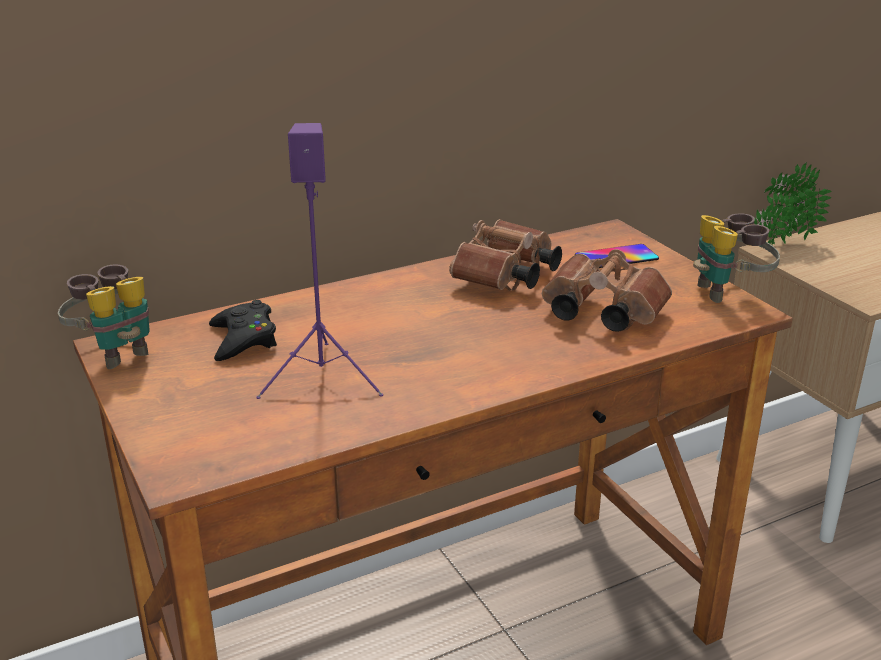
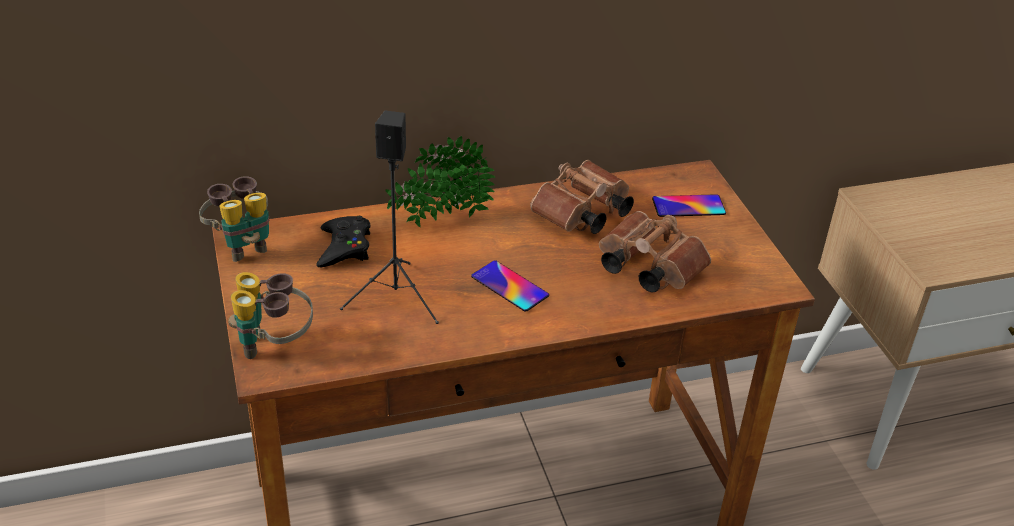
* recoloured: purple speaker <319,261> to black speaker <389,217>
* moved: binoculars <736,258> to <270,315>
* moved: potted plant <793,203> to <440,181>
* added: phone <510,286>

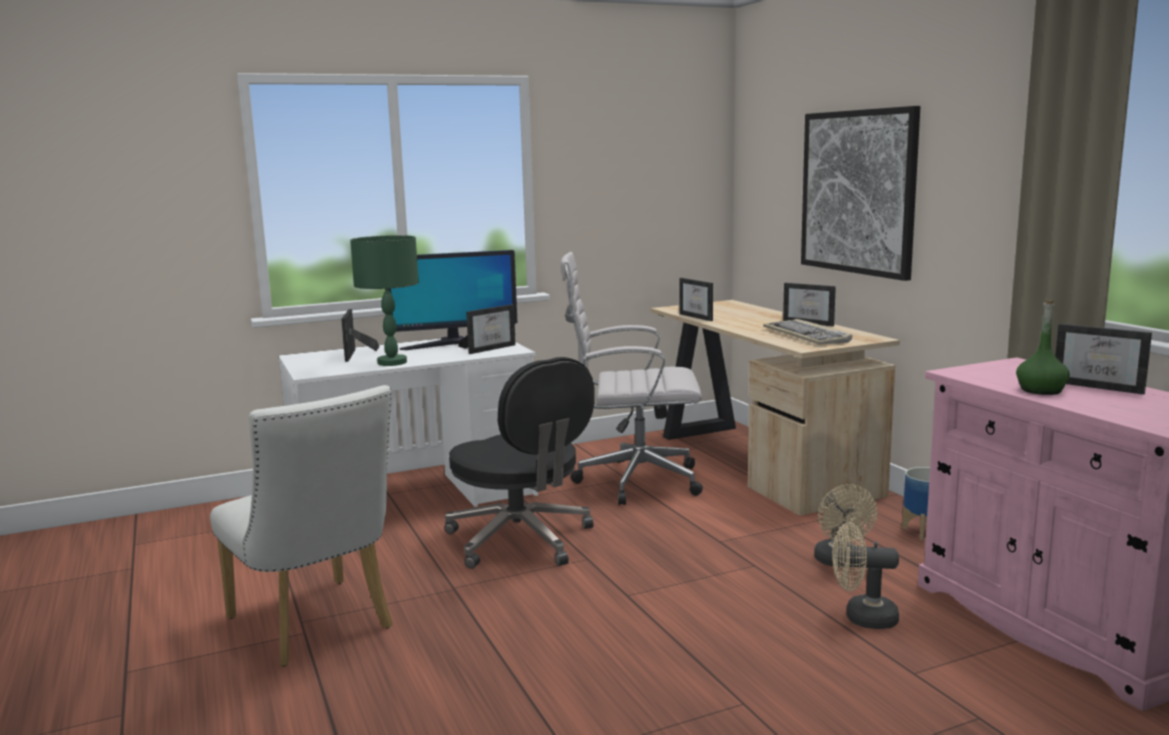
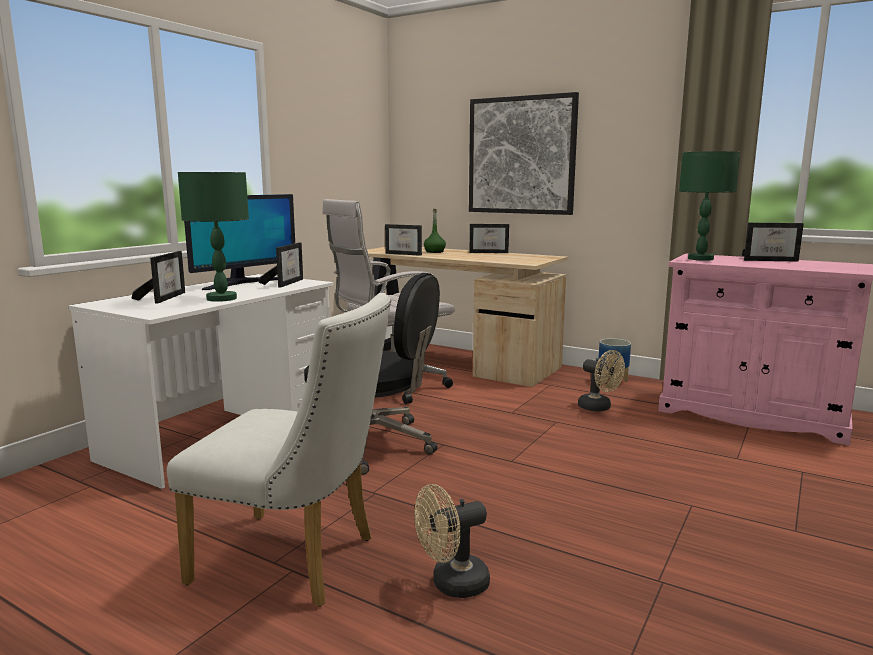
* turned: picture frame <360,335> = <158,277> 135 degrees counterclockwise
* removed: keyboard <807,331>
* moved: beige fan <865,575> to <452,541>
* moved: green bottle <1043,347> to <435,231>
* added: green table lamp <709,206>

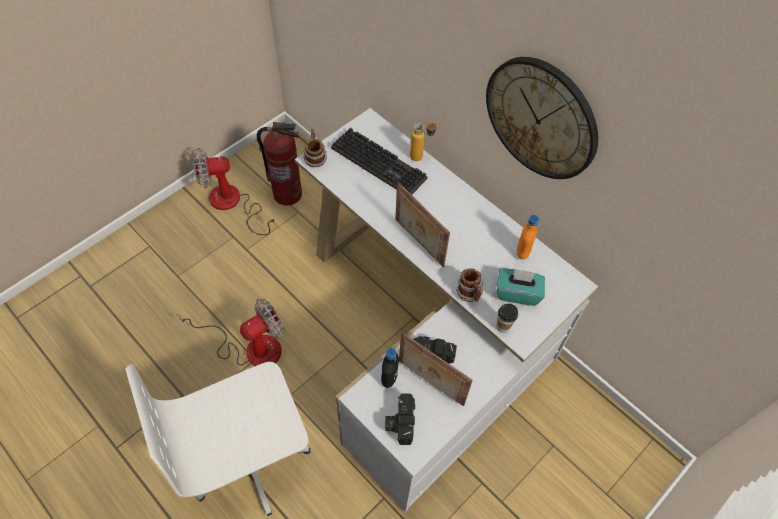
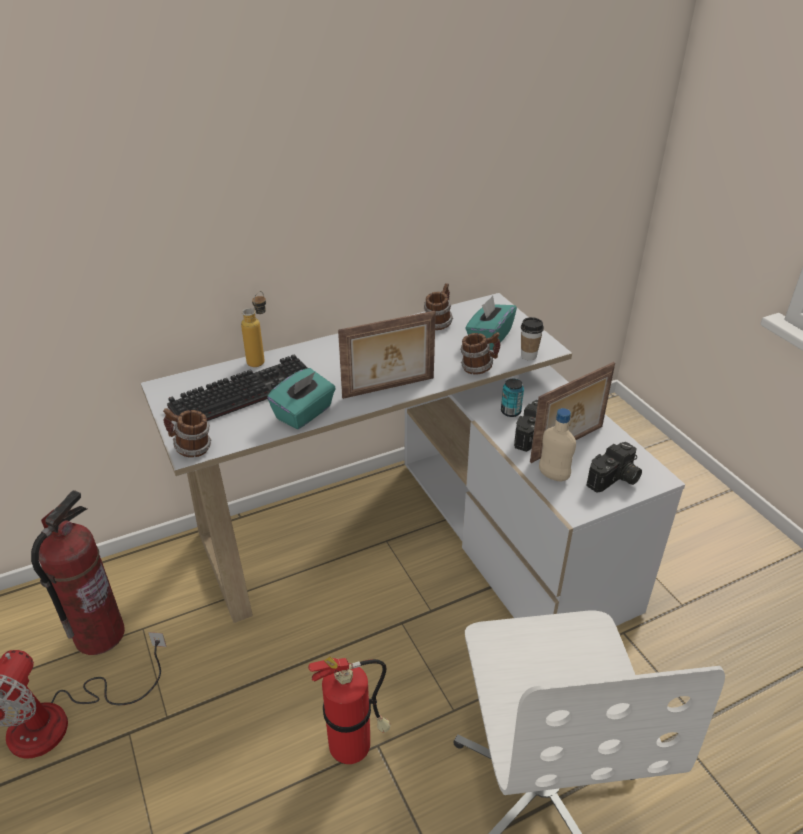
* replaced: fan <231,332> to fire extinguisher <349,710>
* recoloured: black bottle <390,368> to beige bottle <557,445>
* turned: photo camera <400,419> = <614,467> 60 degrees counterclockwise
* removed: wall clock <542,118>
* replaced: orange bottle <528,237> to mug <438,306>
* added: turquoise tissue box <301,398>
* added: can <512,398>

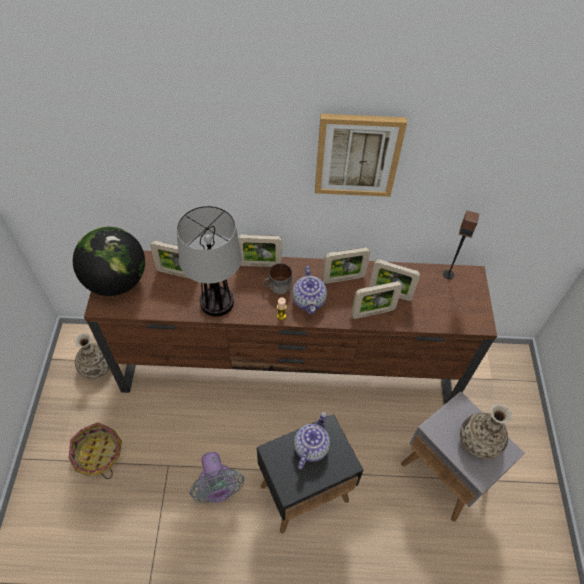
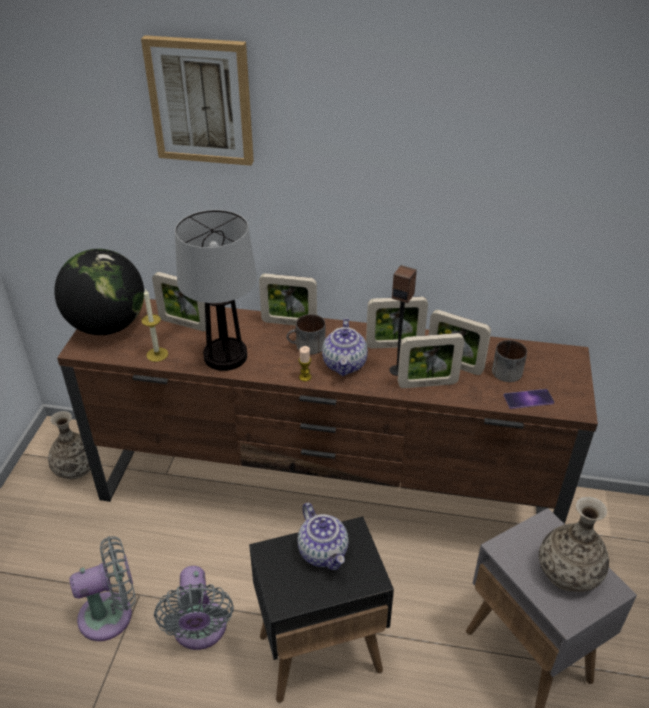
* removed: basket <95,450>
* turned: teapot <312,441> = <323,536> 120 degrees clockwise
* moved: picture <361,155> to <197,100>
* moved: speaker <461,244> to <403,320>
* added: grey fan <102,588>
* added: candle <154,325>
* added: mug <509,361>
* added: phone <528,399>

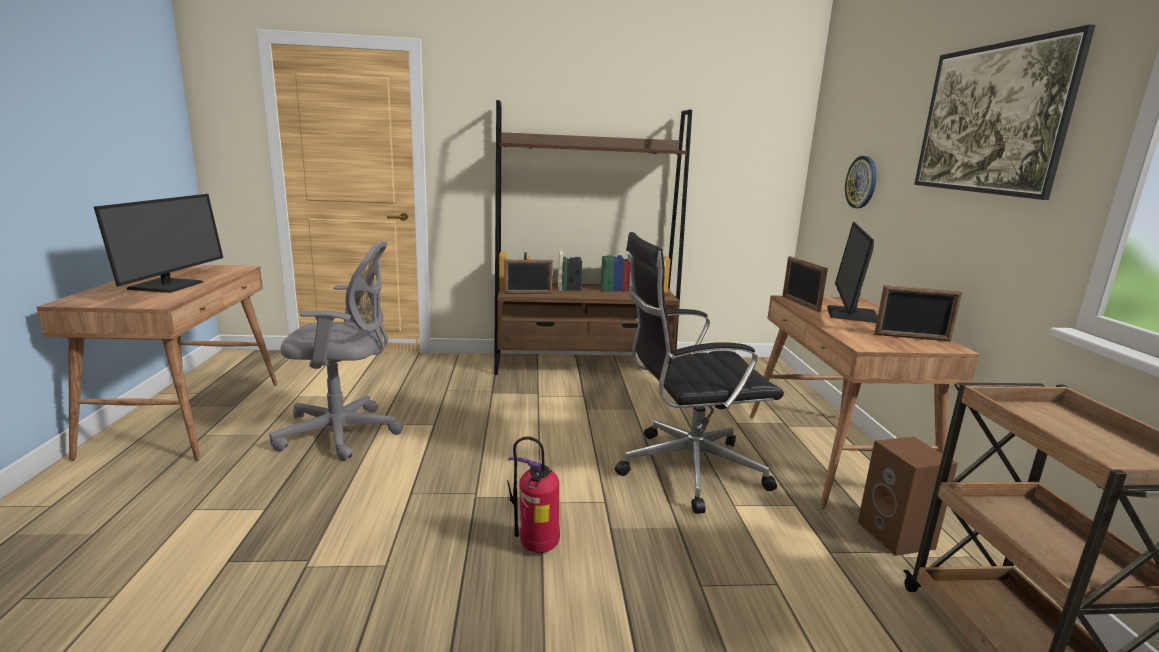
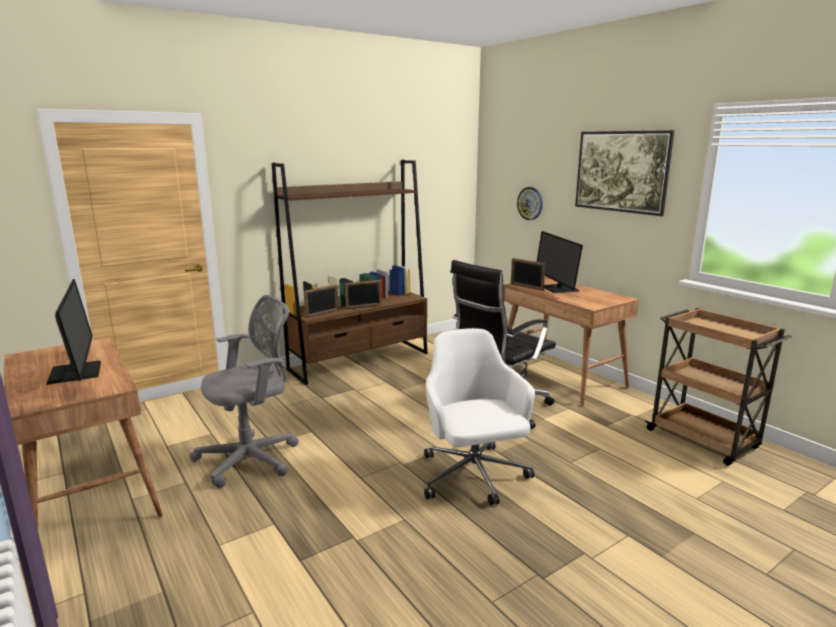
* replaced: fire extinguisher <533,494> to white office chair <479,416>
* removed: brown speaker <908,496>
* moved: picture frame <918,313> to <363,294>

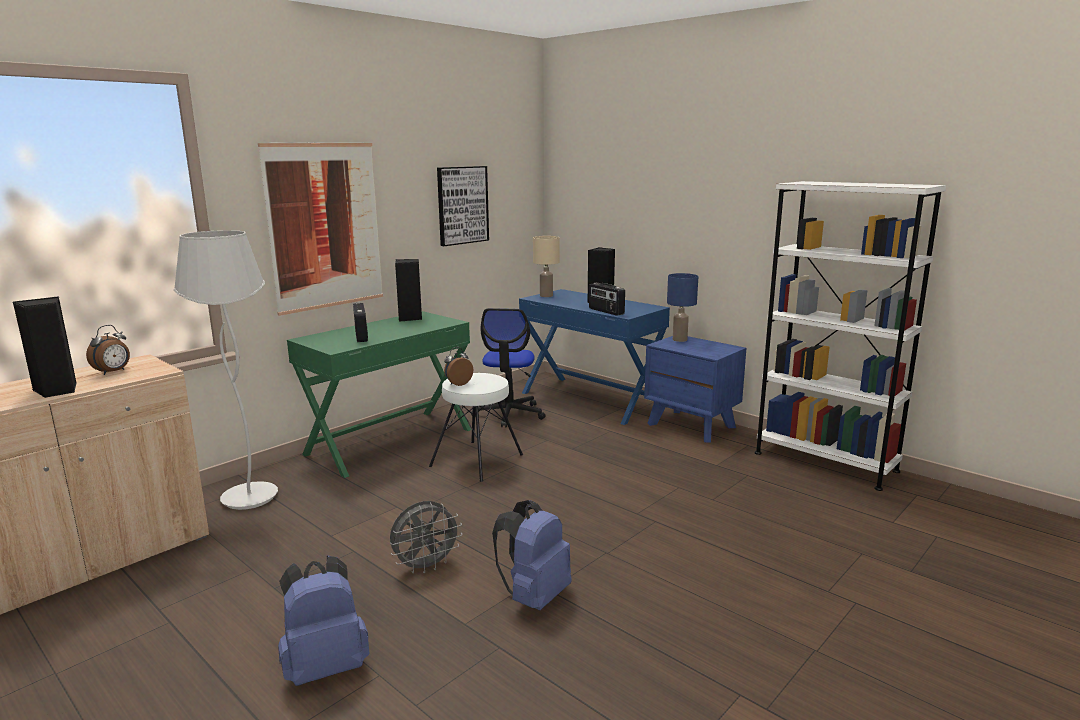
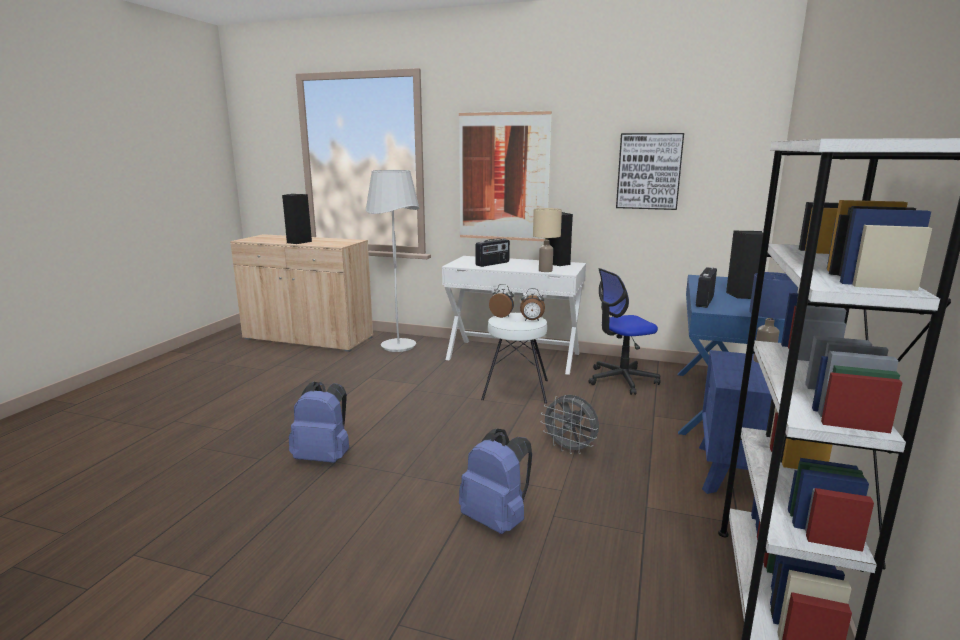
* moved: alarm clock <108,350> to <532,304>
* moved: blue backpack <324,620> to <495,481>
* recoloured: green desk <379,394> to white desk <514,315>
* moved: grey fan <426,537> to <570,424>
* moved: beige table lamp <546,266> to <547,240>

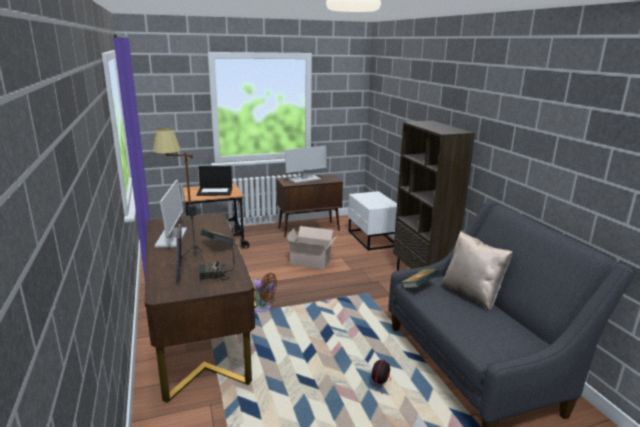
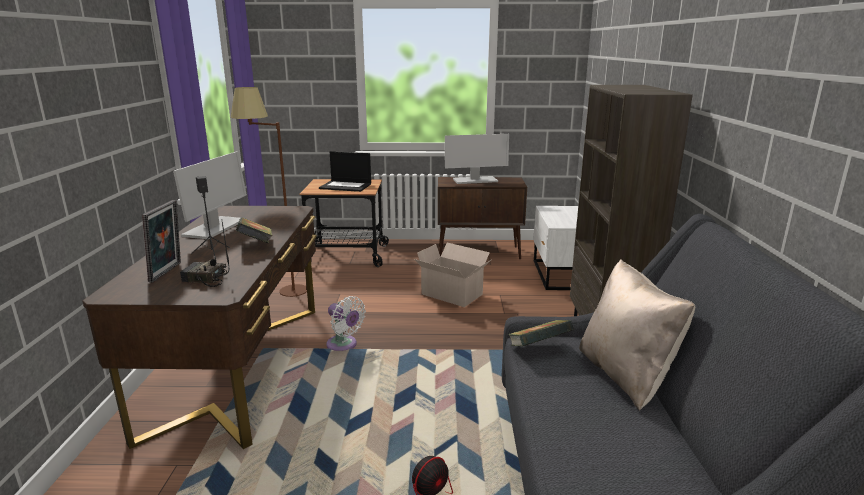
* recoloured: brown fan <265,292> to white fan <346,323>

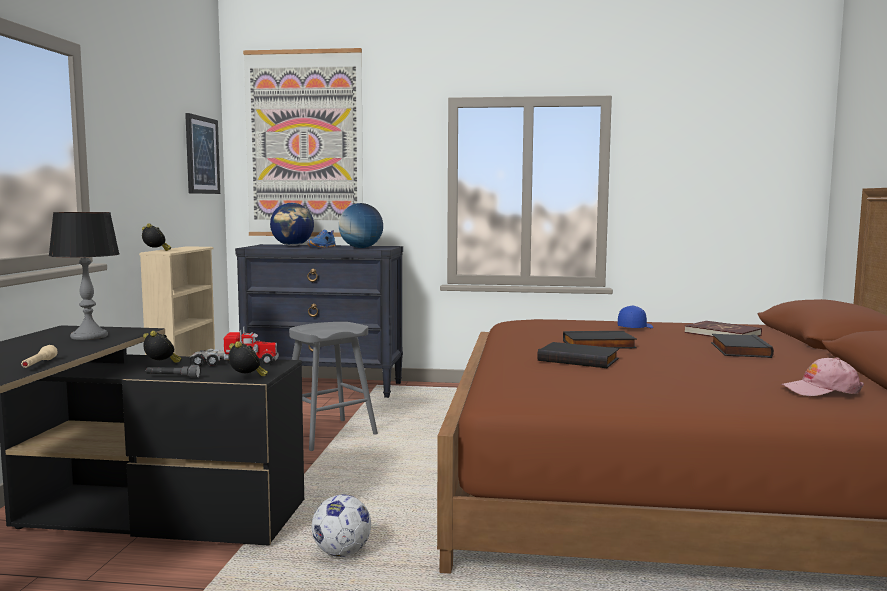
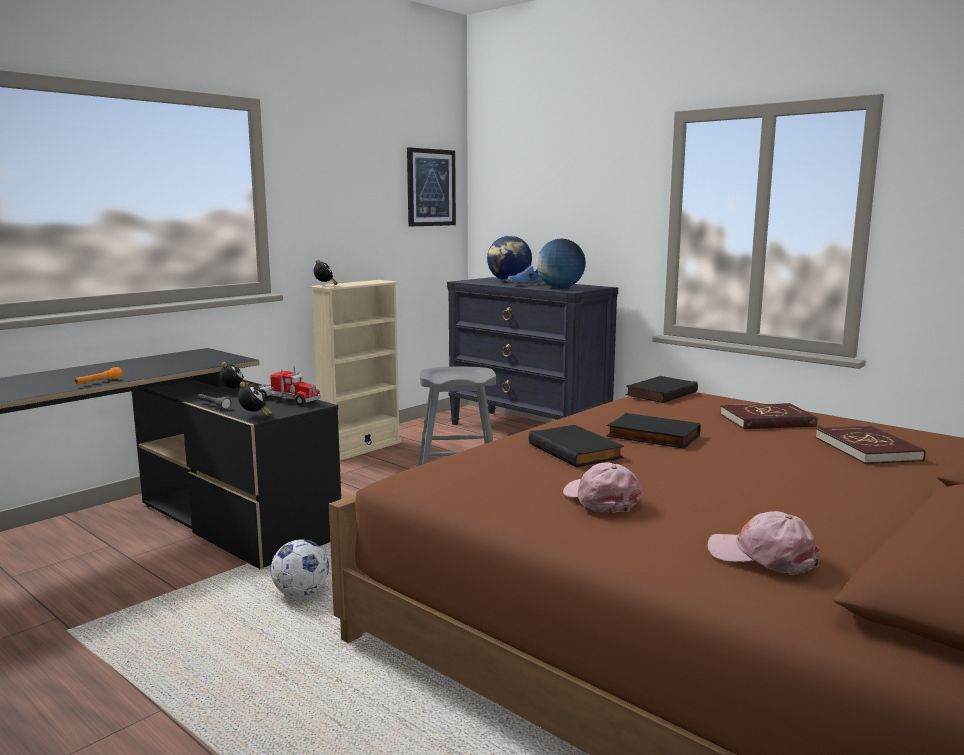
* recoloured: beige flashlight <39,356> to orange flashlight <98,375>
* removed: table lamp <84,276>
* removed: picture <303,142>
* replaced: blue cap <635,316> to red book <768,416>
* moved: black book <742,346> to <661,389>
* added: pink cap <603,487>

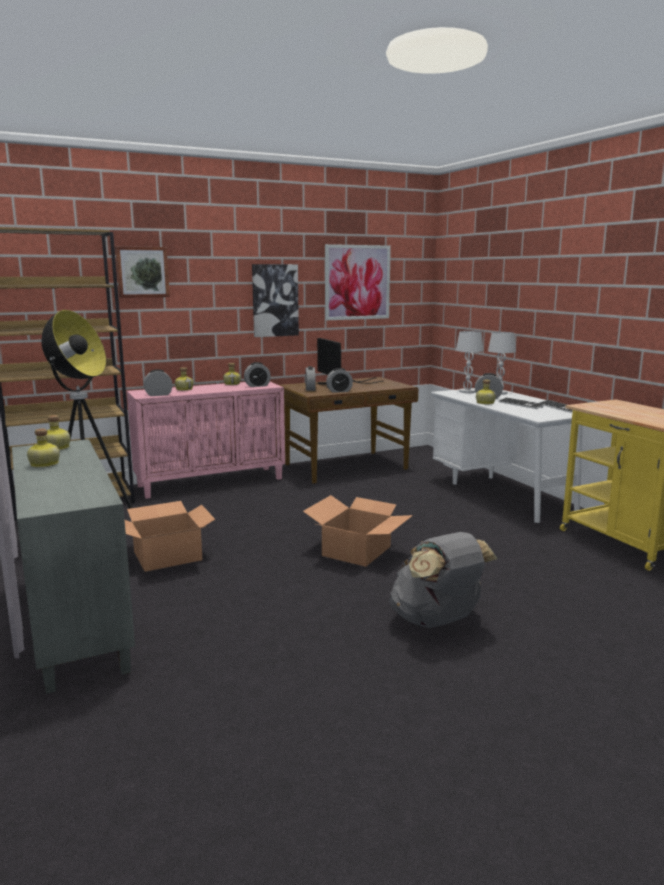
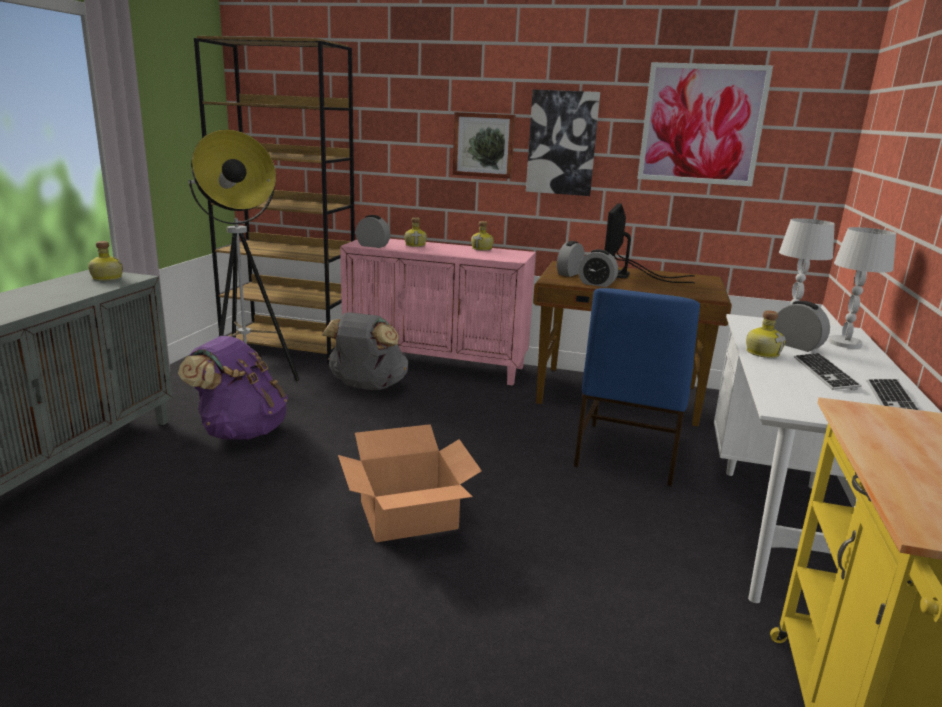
* removed: bottle <43,448>
* moved: picture <142,272> to <484,145>
* replaced: cardboard box <170,536> to purple backpack <233,388>
* removed: alarm clock <257,374>
* moved: grey backpack <443,580> to <365,351>
* added: blue chair <637,387>

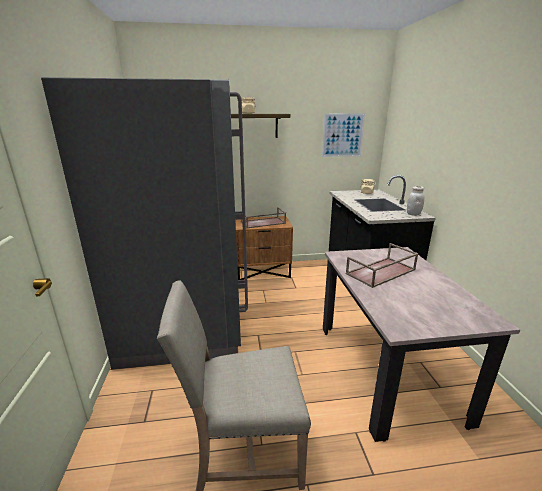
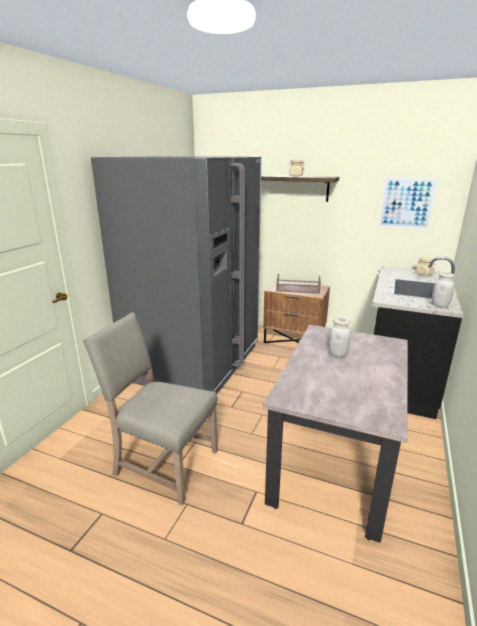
* replaced: brown tray <382,265> to white jar <340,337>

